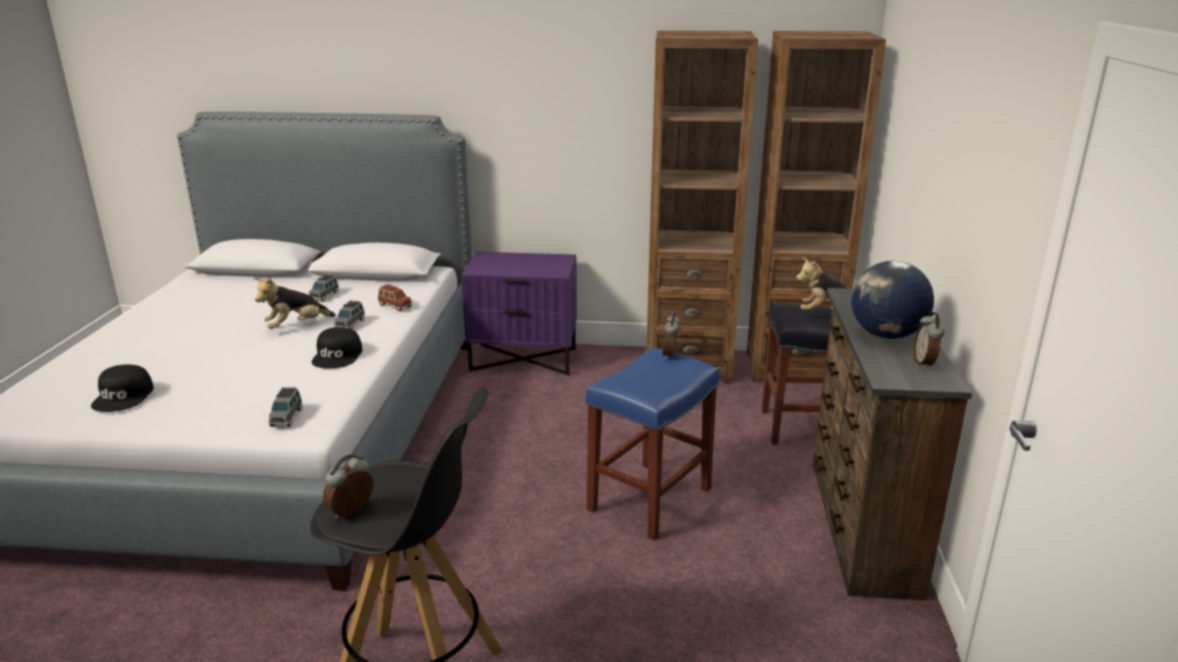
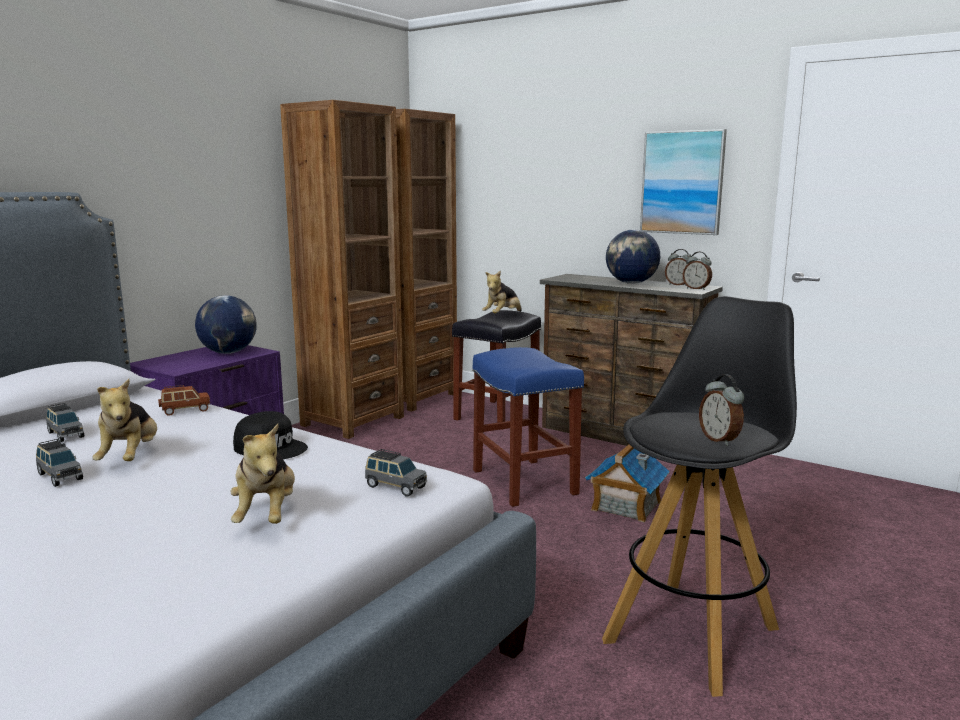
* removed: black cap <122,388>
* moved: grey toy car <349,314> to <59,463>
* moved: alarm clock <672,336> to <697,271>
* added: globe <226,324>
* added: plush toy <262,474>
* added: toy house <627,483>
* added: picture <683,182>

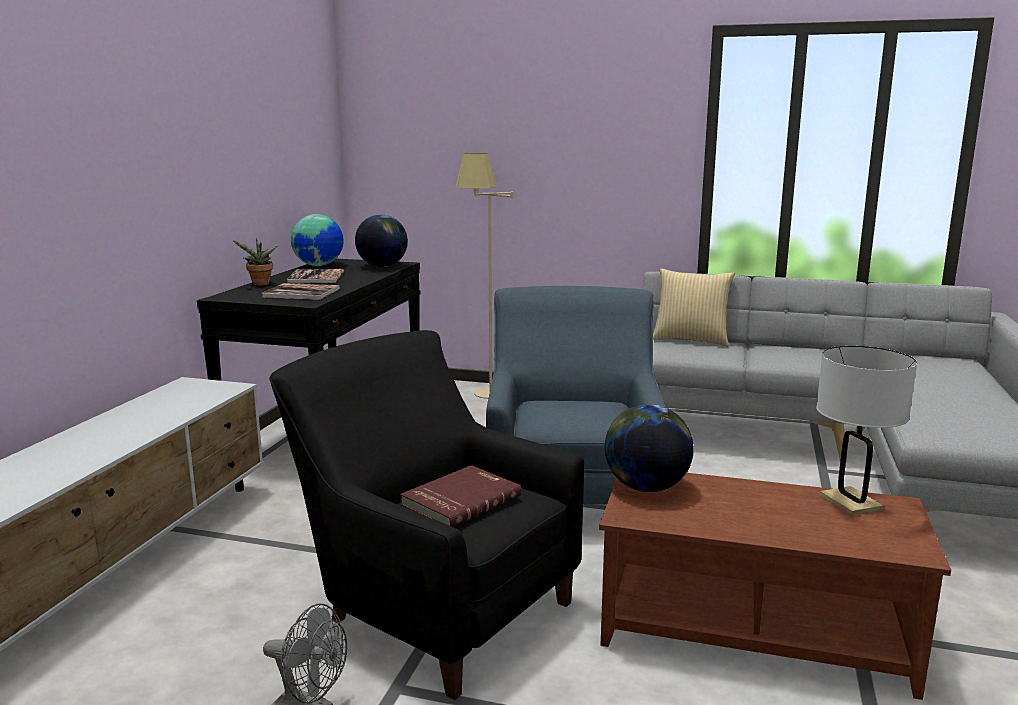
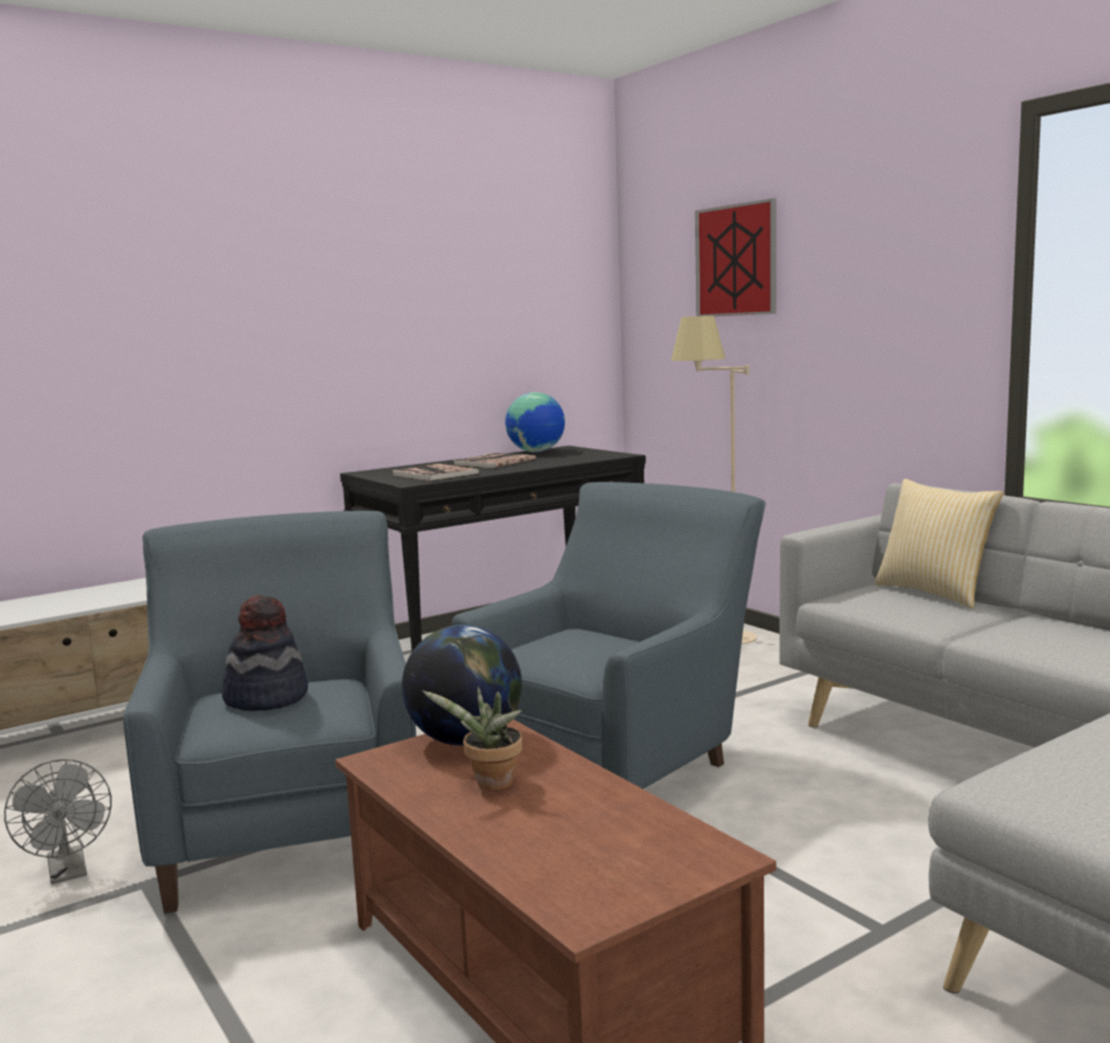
* moved: potted plant <255,262> to <472,738>
* recoloured: black armchair <426,515> to blue armchair <269,712>
* removed: globe <381,241>
* replaced: red book <461,496> to hat <265,653>
* removed: white table lamp <866,431>
* added: picture <735,257>

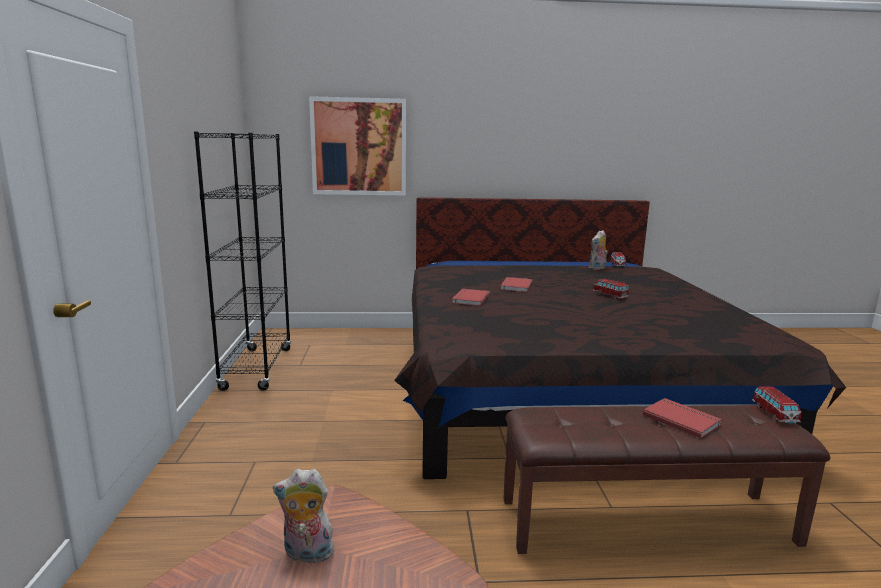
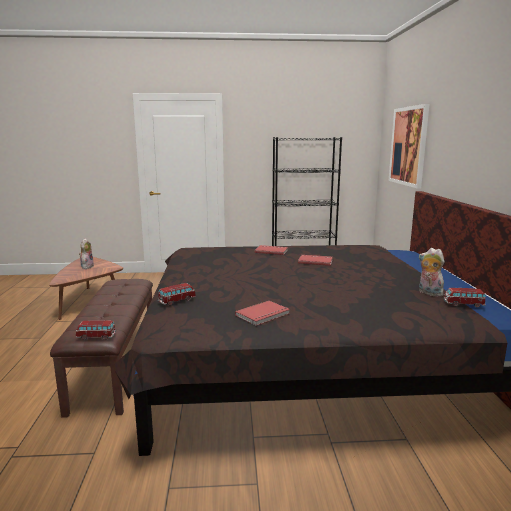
* moved: toy car <611,289> to <177,294>
* moved: red book <682,418> to <262,313>

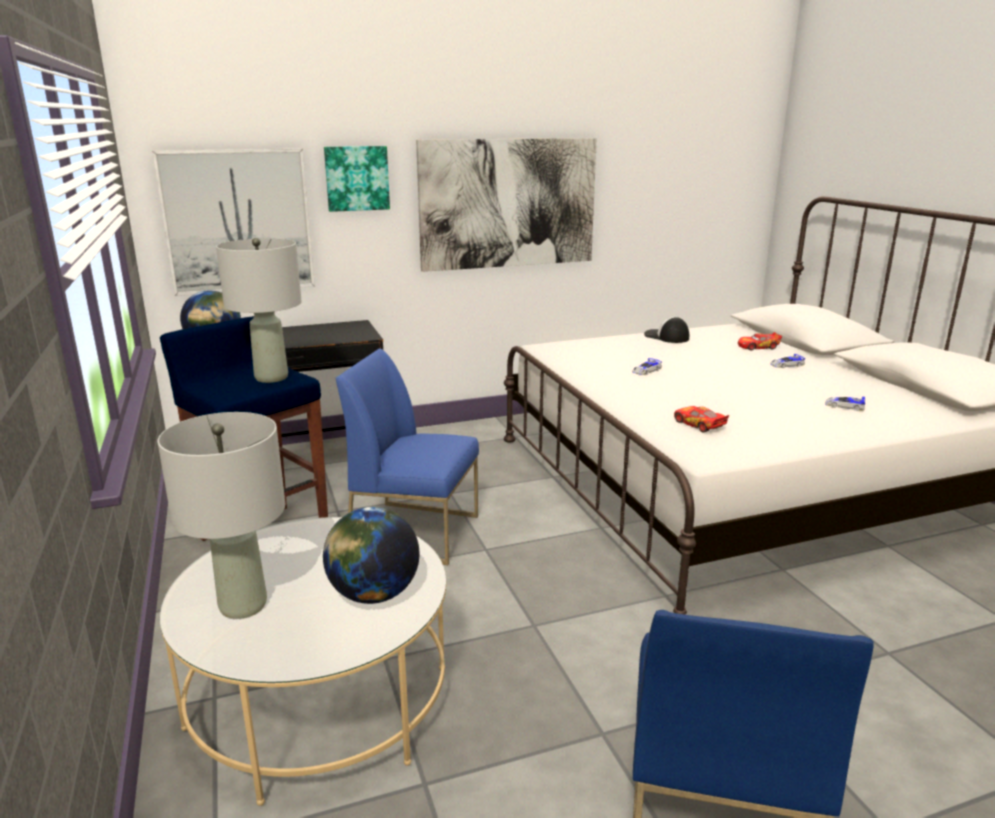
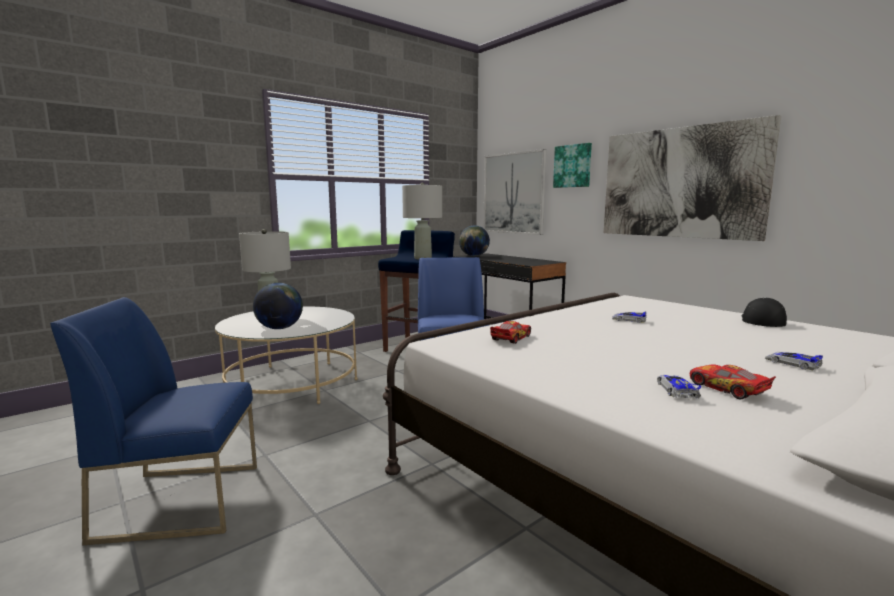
* moved: toy car <760,341> to <733,381>

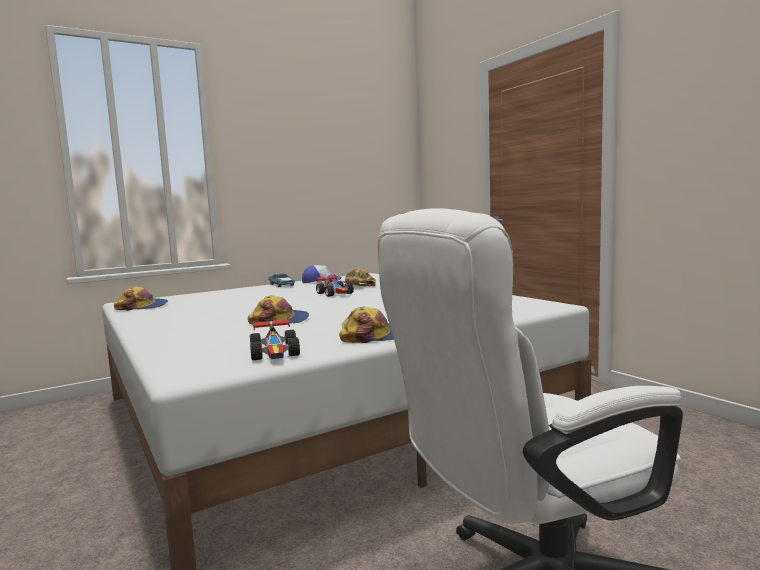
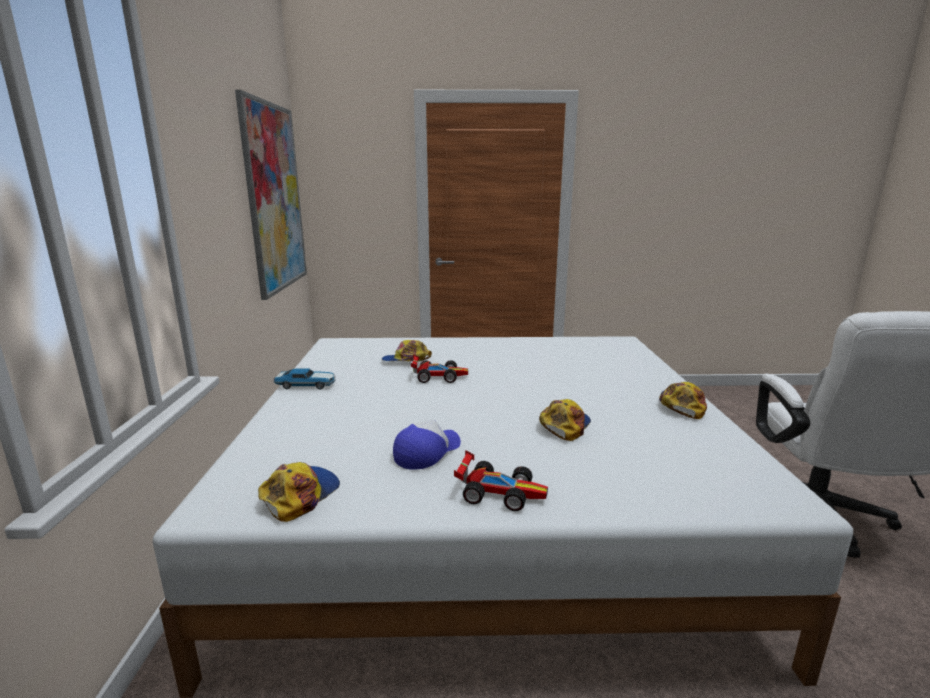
* moved: toy car <275,338> to <501,480>
* moved: cap <321,274> to <427,445>
* added: picture <271,195>

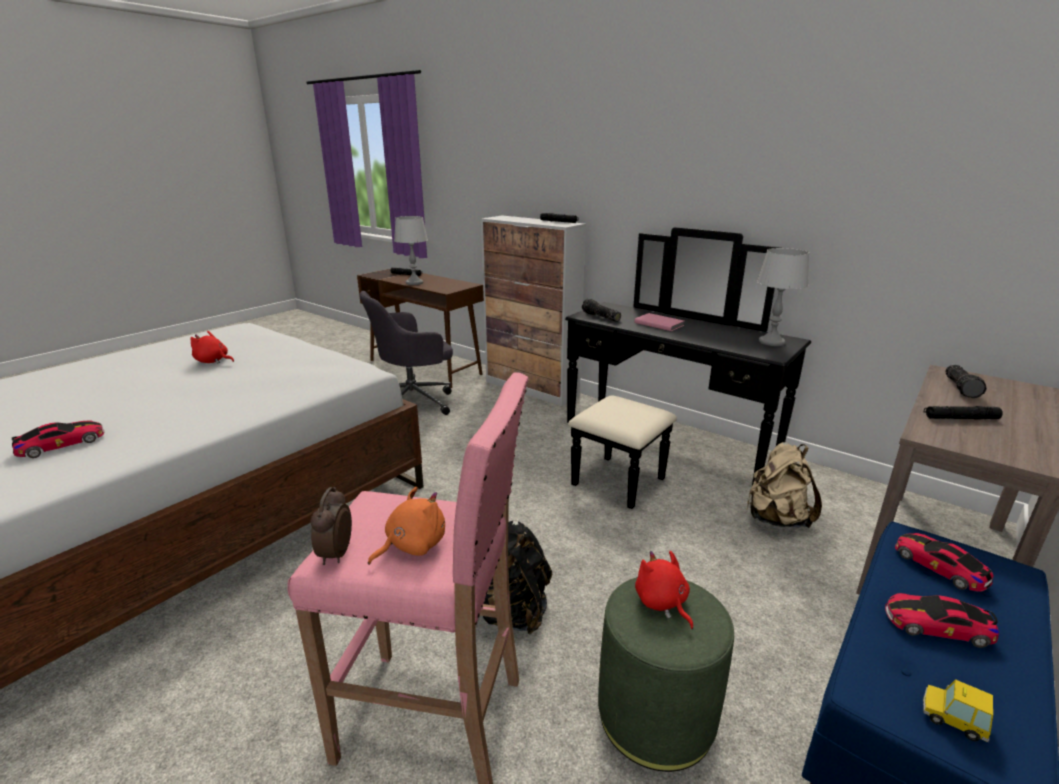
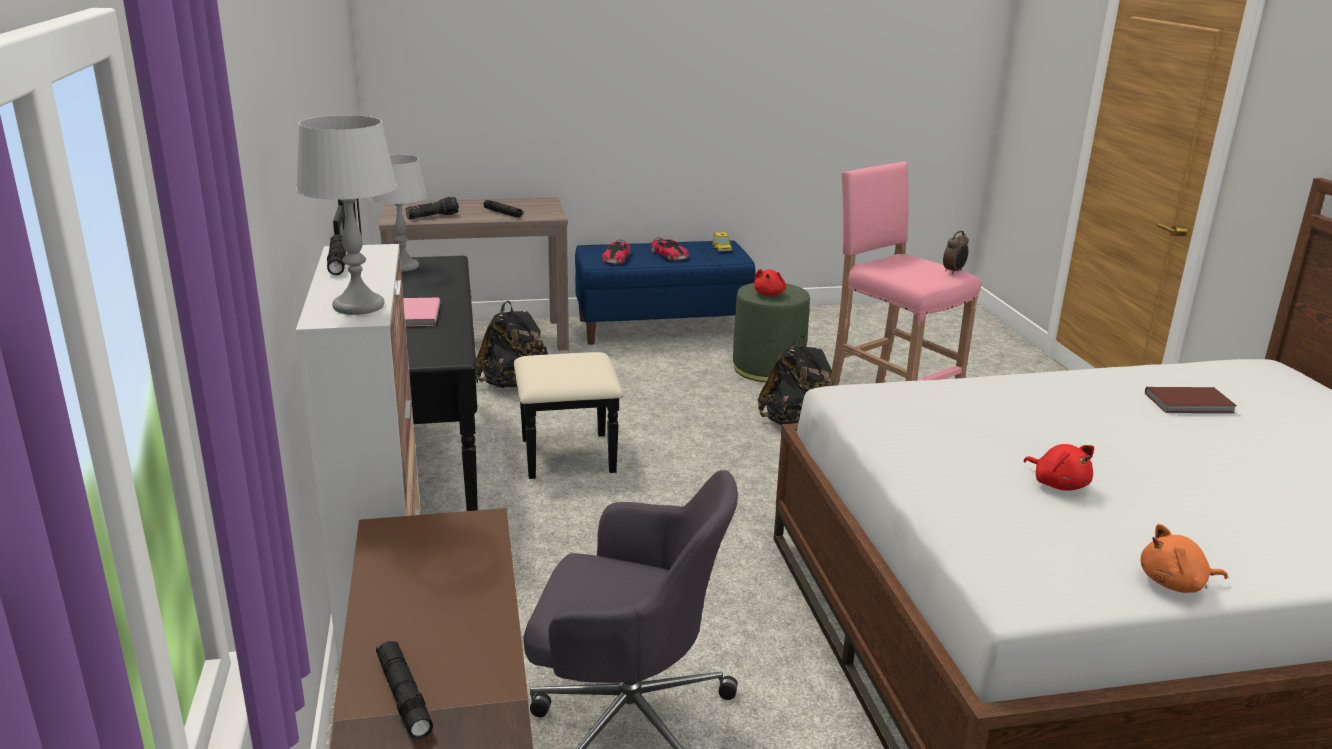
* replaced: toy car <58,439> to brown book <1191,400>
* moved: orange plush toy <406,526> to <1184,558>
* moved: grey table lamp <411,250> to <346,215>
* removed: flashlight <601,310>
* recoloured: beige backpack <784,485> to black backpack <511,344>

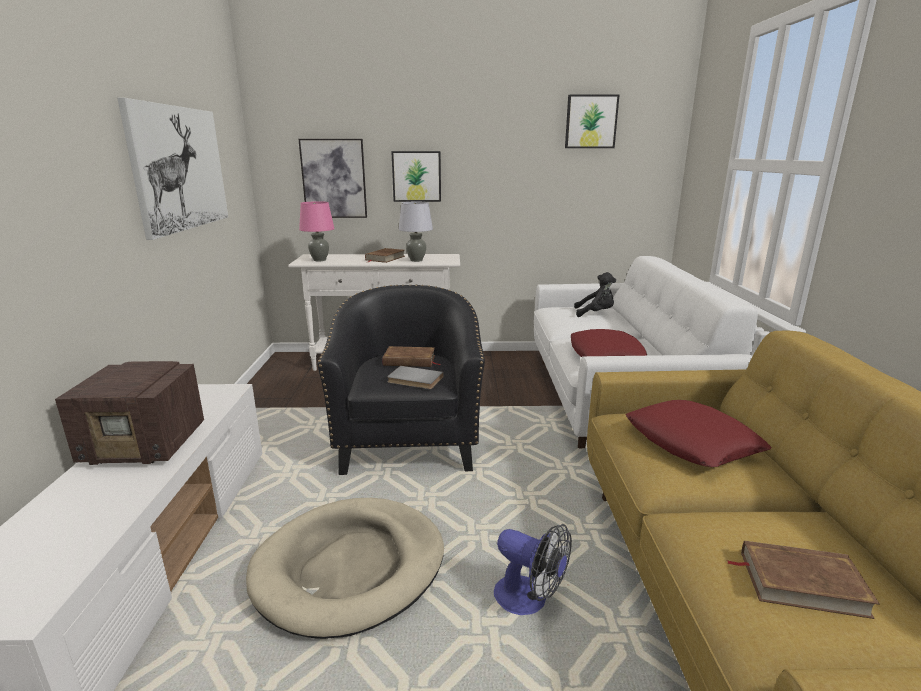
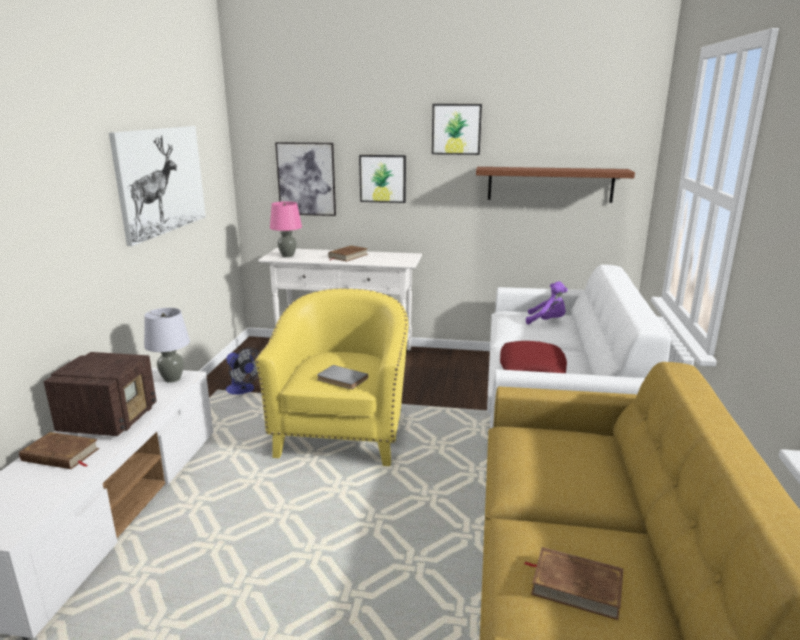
* turned: radio <129,413> = <100,394> 90 degrees counterclockwise
* removed: beige dog bed <345,568>
* recoloured: black armchair <401,380> to yellow armchair <331,377>
* moved: brown book <411,356> to <59,450>
* moved: grey table lamp <416,232> to <167,345>
* moved: fan <533,569> to <243,371>
* moved: picture <592,121> to <457,129>
* recoloured: black plush toy <595,294> to purple plush toy <547,303>
* removed: red pillow <699,433>
* added: brown shelf <555,185>

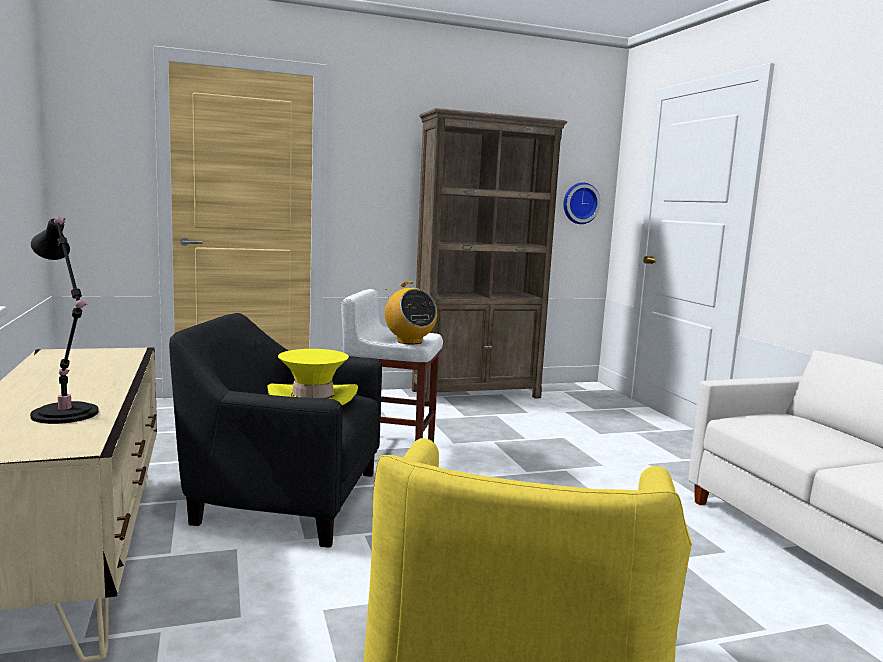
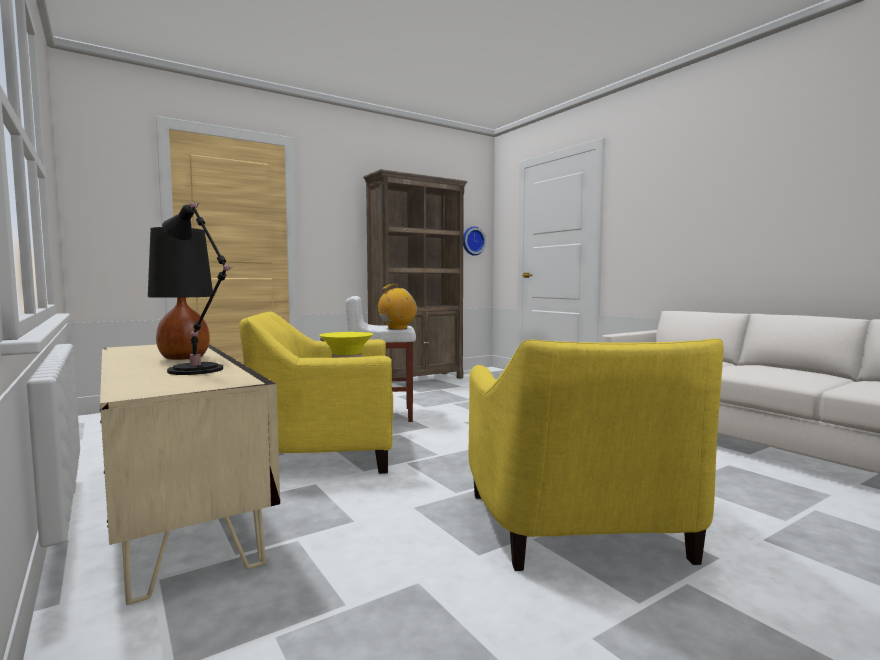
* recoloured: black armchair <275,430> to yellow armchair <316,392>
* turned: radio <411,312> = <397,307> 75 degrees counterclockwise
* added: black table lamp <180,293>

